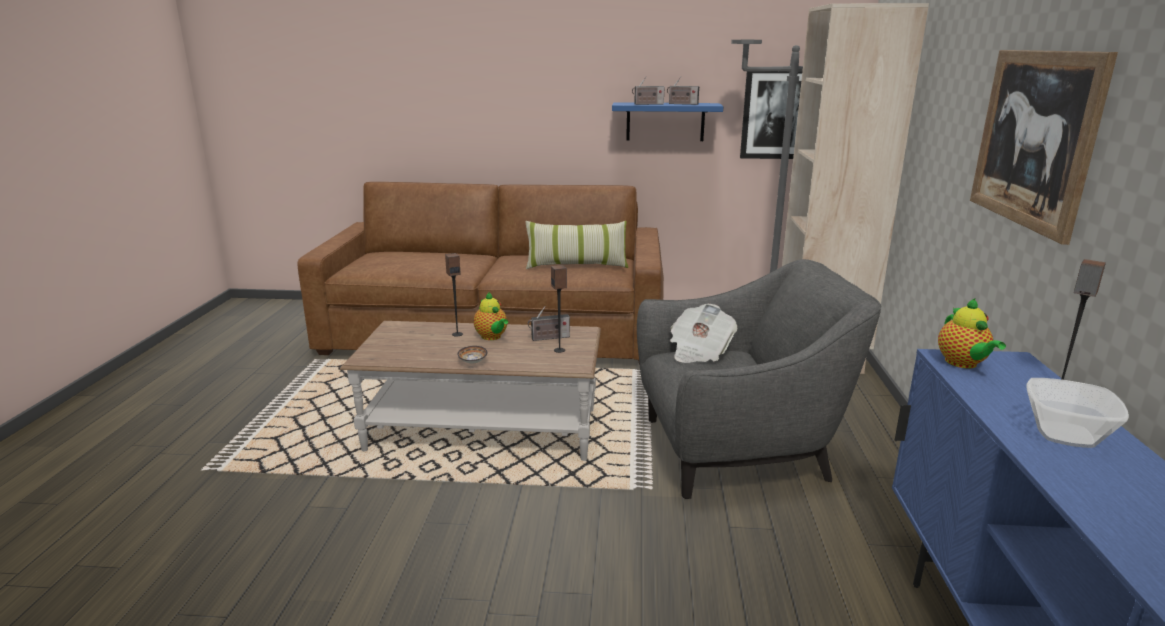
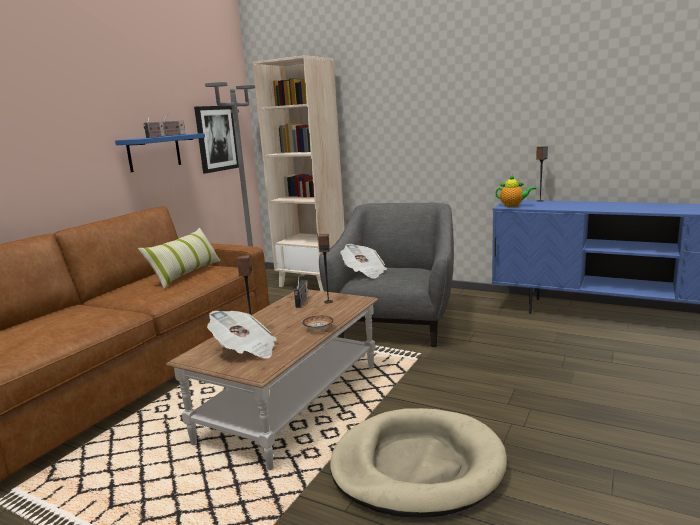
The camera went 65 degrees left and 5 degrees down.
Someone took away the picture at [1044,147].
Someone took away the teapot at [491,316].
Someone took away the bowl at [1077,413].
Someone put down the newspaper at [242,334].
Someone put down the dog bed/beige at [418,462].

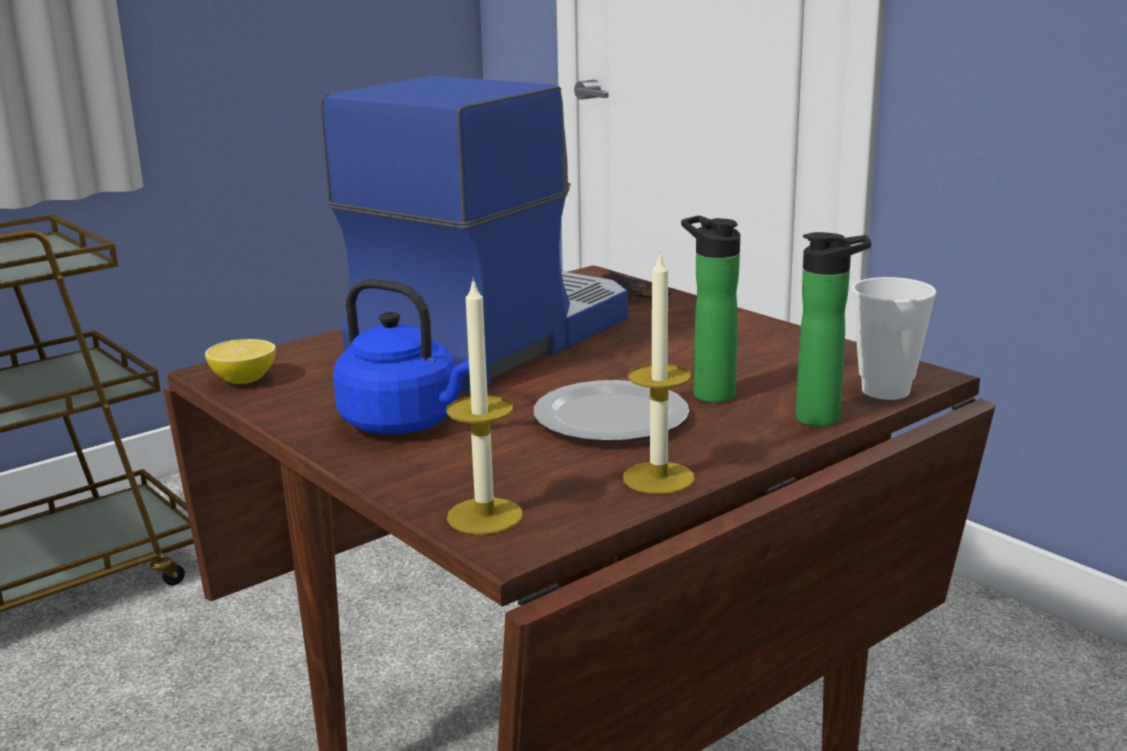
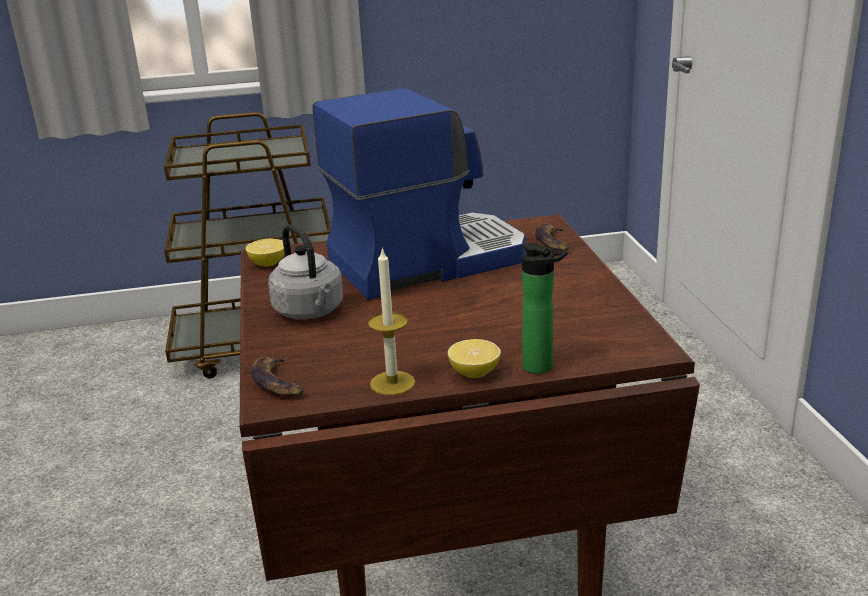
The camera went 30 degrees right and 5 degrees up.
Someone took away the bottle at [710,309].
Someone swapped the candle at [484,406] for the banana at [277,376].
Someone took away the cup at [894,338].
Someone repainted the kettle/blue at [401,356], which became the kettle/grey at [305,271].
Someone took away the plate at [611,411].
Someone put down the lemon at [474,358].

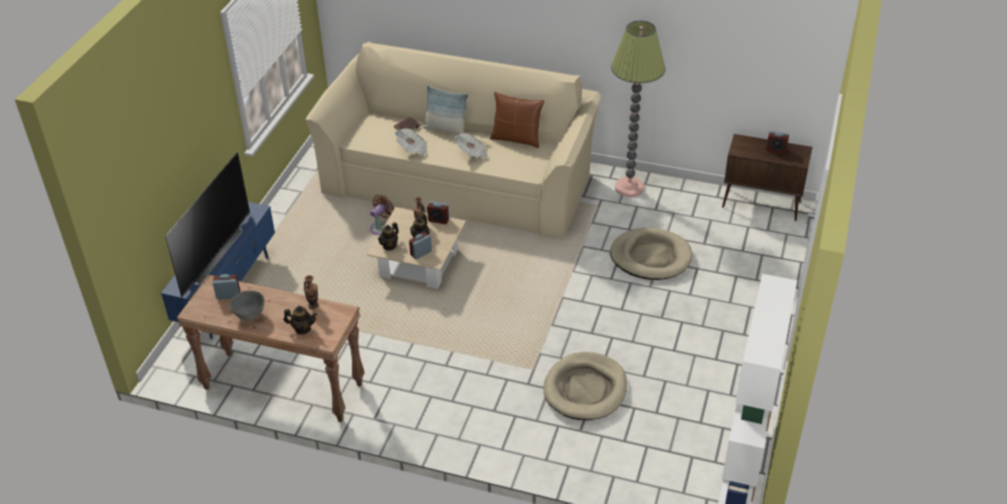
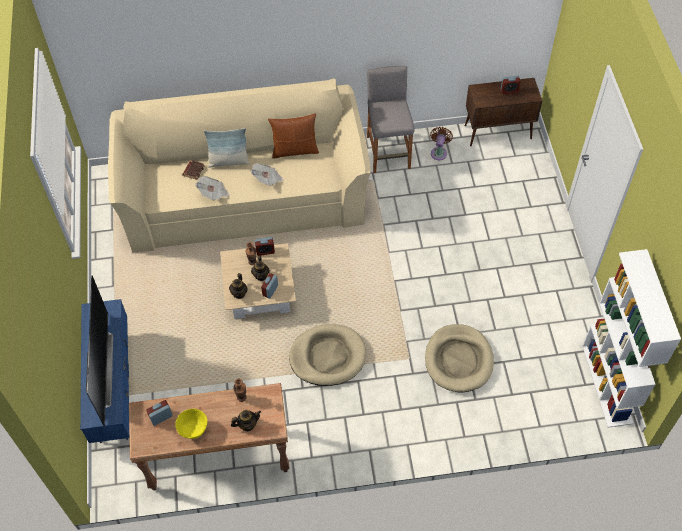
The camera went 25 degrees left and 15 degrees up.
Someone swapped the floor lamp at [638,109] for the stool/grey at [390,119].
Someone carried the fan/brown from [382,215] to [441,143].
Someone carried the dog bed/beige from [651,254] to [327,355].
Someone repainted the bowl/grey at [247,306], which became the bowl/yellow at [191,424].

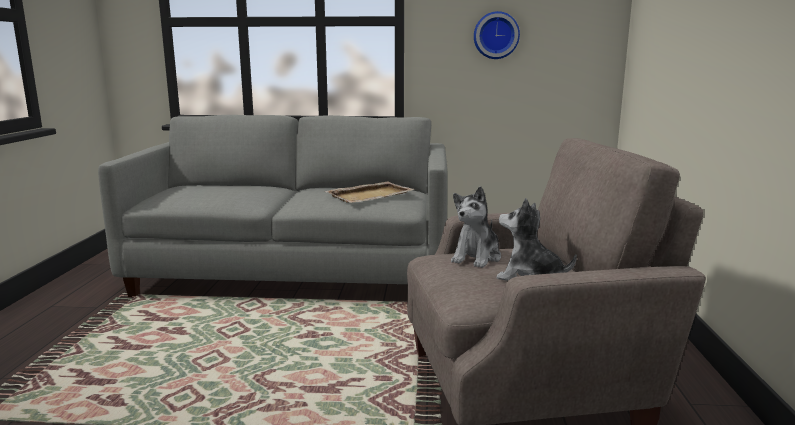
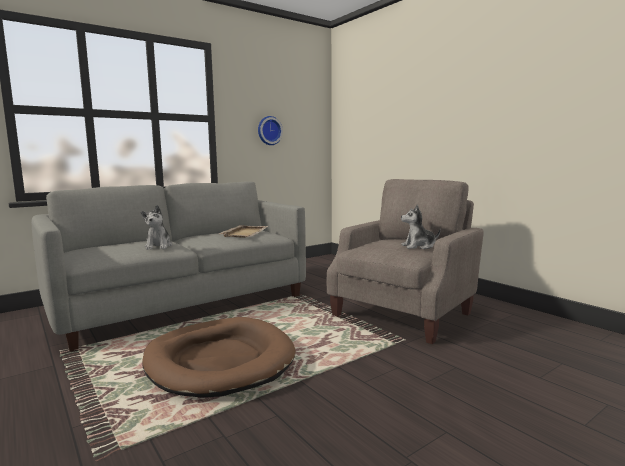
The camera went 40 degrees left and 5 degrees down.
Someone carried the plush toy from [476,227] to [157,227].
Someone put down the dog bed/brown at [219,357].

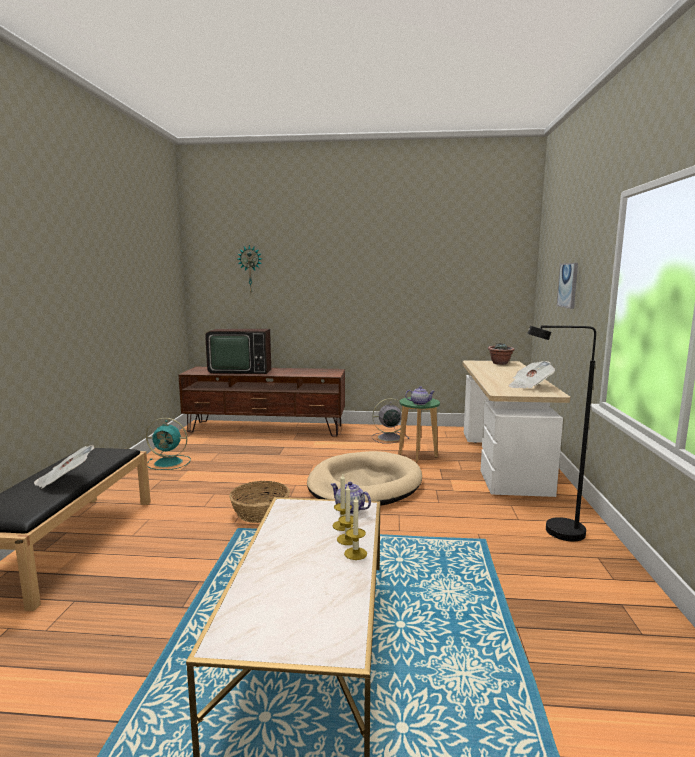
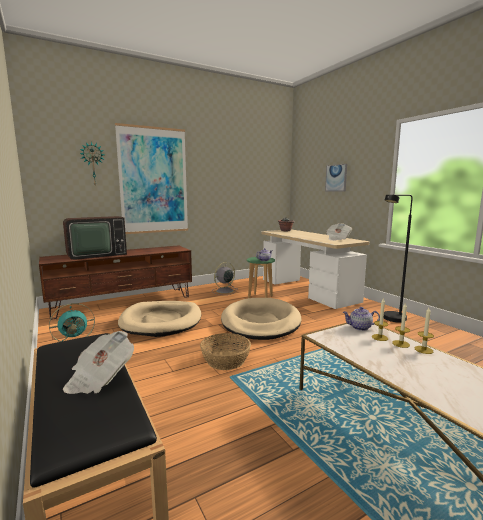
The camera went 35 degrees left and 0 degrees up.
Someone put up the picture at [151,178].
Someone put down the dog bed/beige at [159,319].

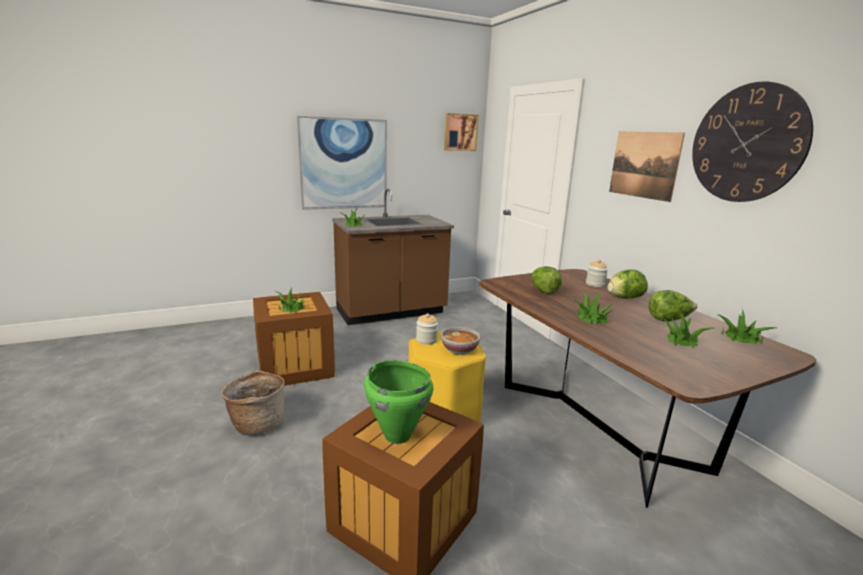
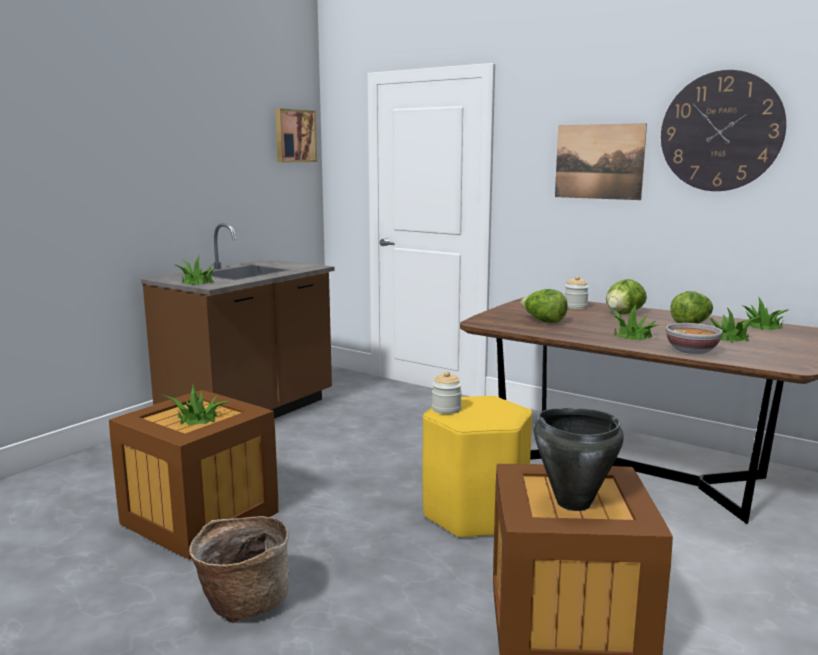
The camera went 30 degrees left and 5 degrees down.
Someone took away the picture at [342,163].
Someone carried the bowl from [460,341] to [694,338].
Someone repainted the cooking pot/green at [398,402], which became the cooking pot/black at [579,459].

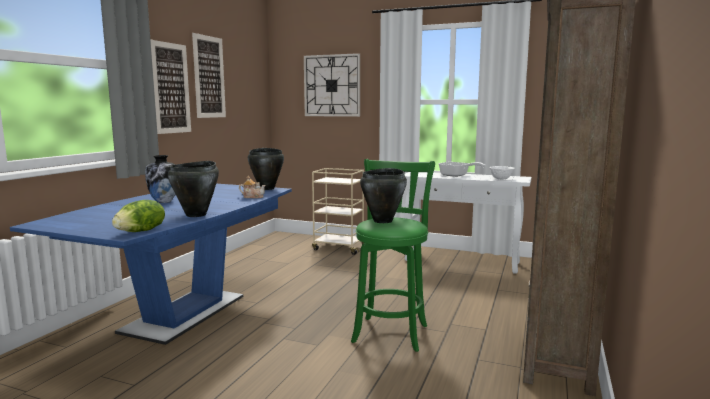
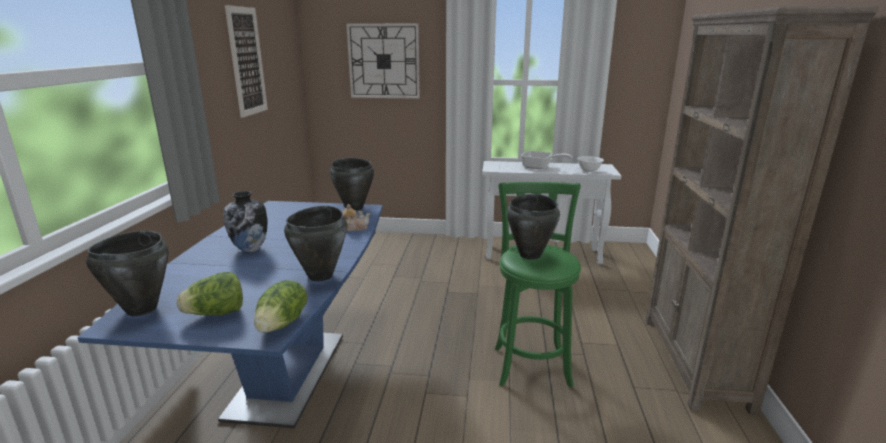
The camera went 15 degrees left and 10 degrees up.
Someone took away the picture at [171,87].
Someone took away the cart/beige at [338,211].
Someone put down the cooking pot/black at [127,273].
Someone put down the lettuce at [210,293].

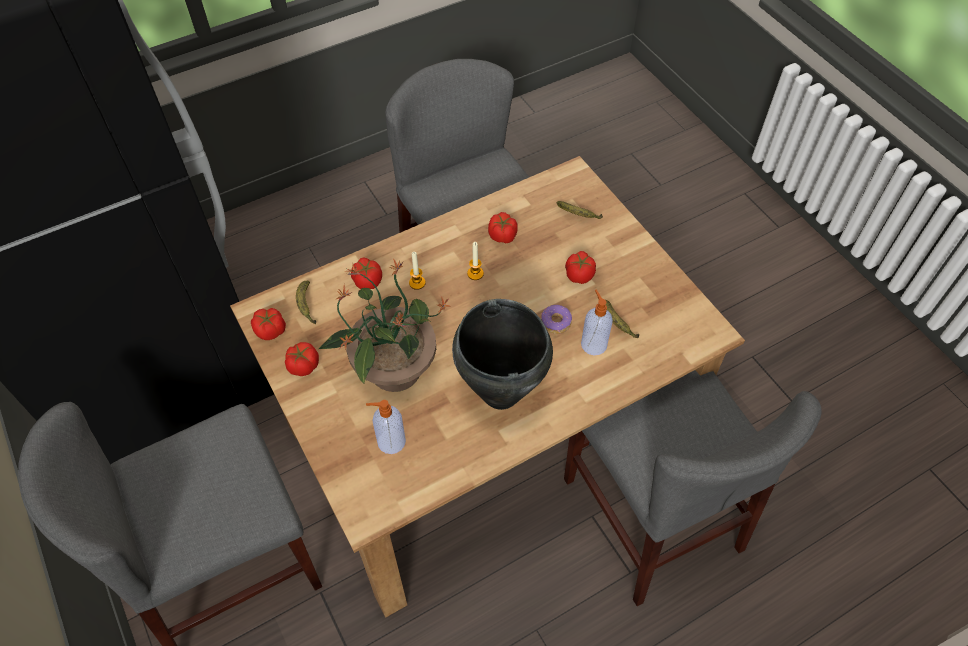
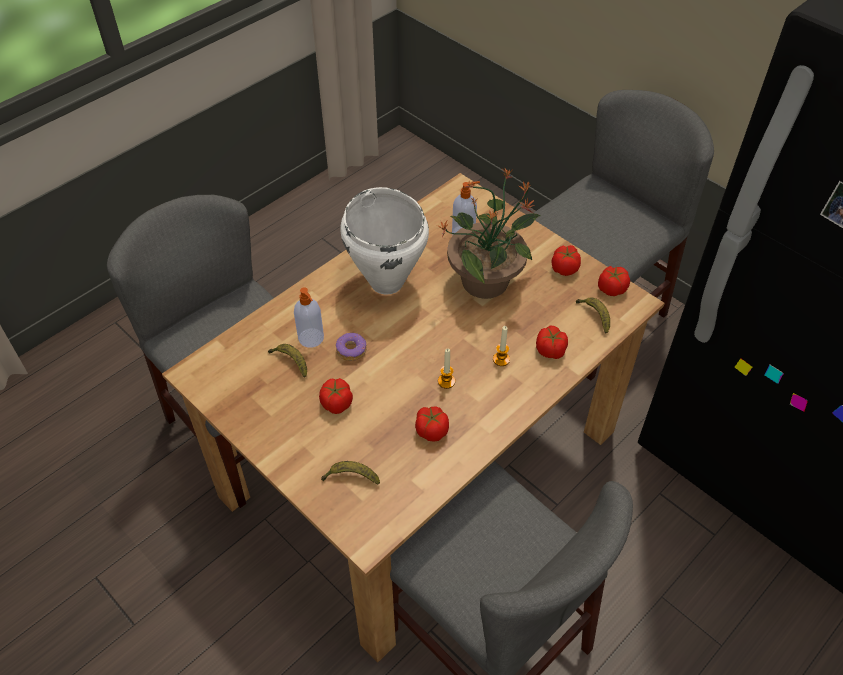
The camera went 165 degrees right and 5 degrees down.
Someone repainted the cooking pot/black at [502,354], which became the cooking pot/white at [384,240].

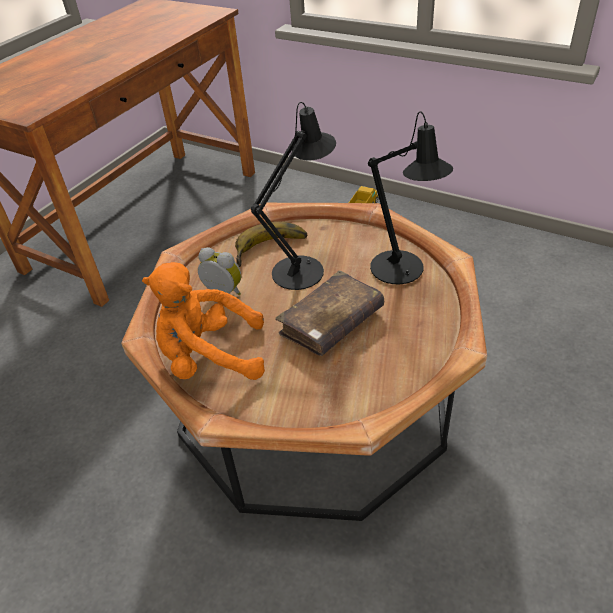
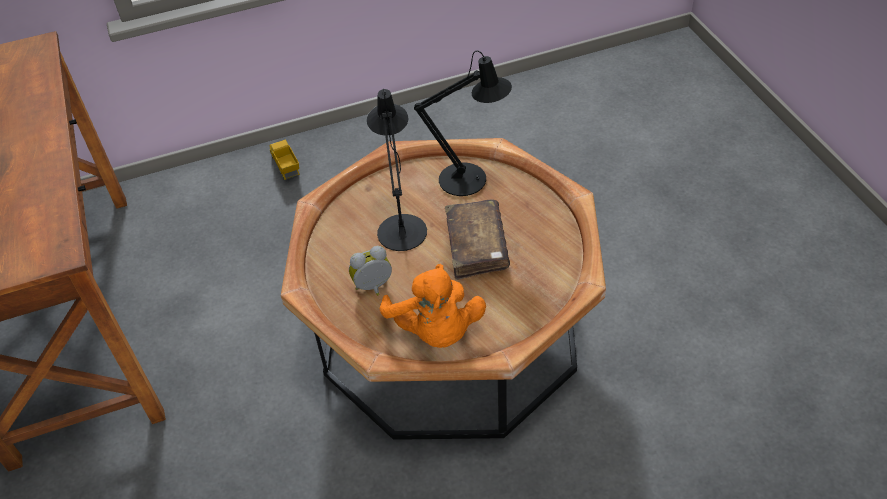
The camera went 50 degrees left and 5 degrees up.
Someone took away the banana at [271,244].
Someone rotated the plush toy/orange at [203,321] by 60 degrees counterclockwise.

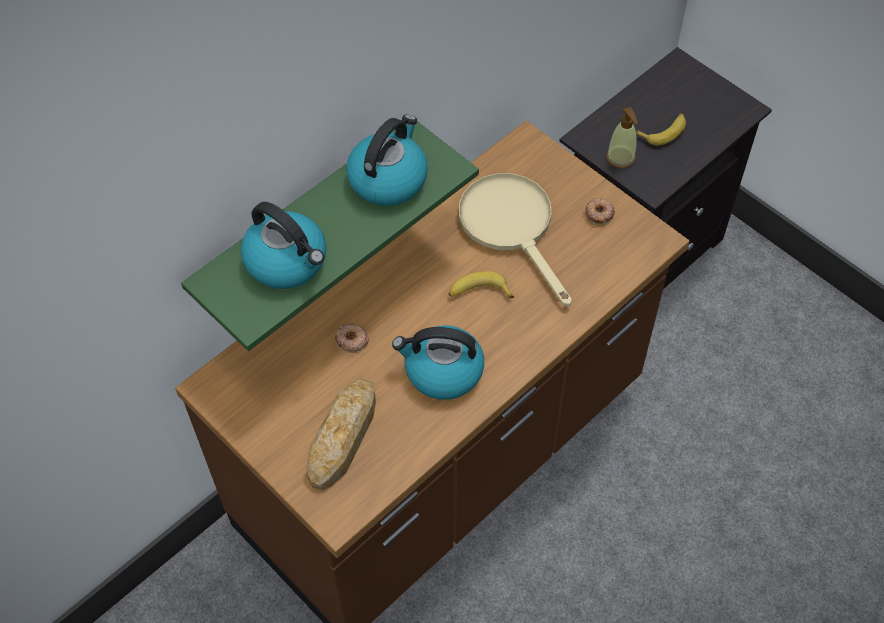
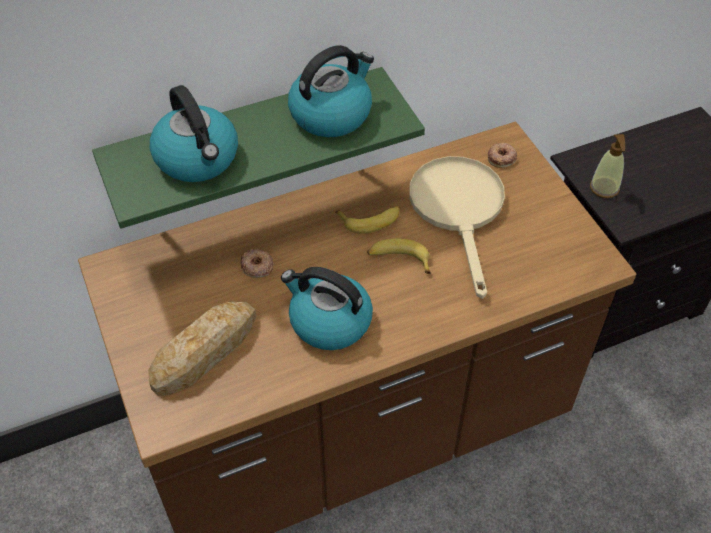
The camera went 20 degrees right and 5 degrees down.
Someone carried the banana from [661,129] to [367,220].
Someone carried the donut from [600,212] to [502,155].

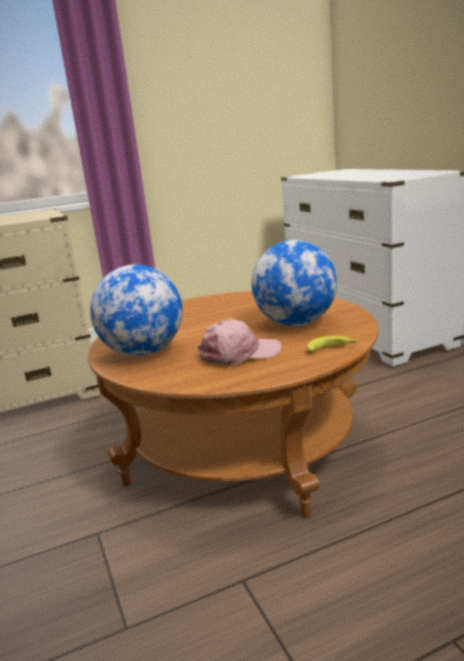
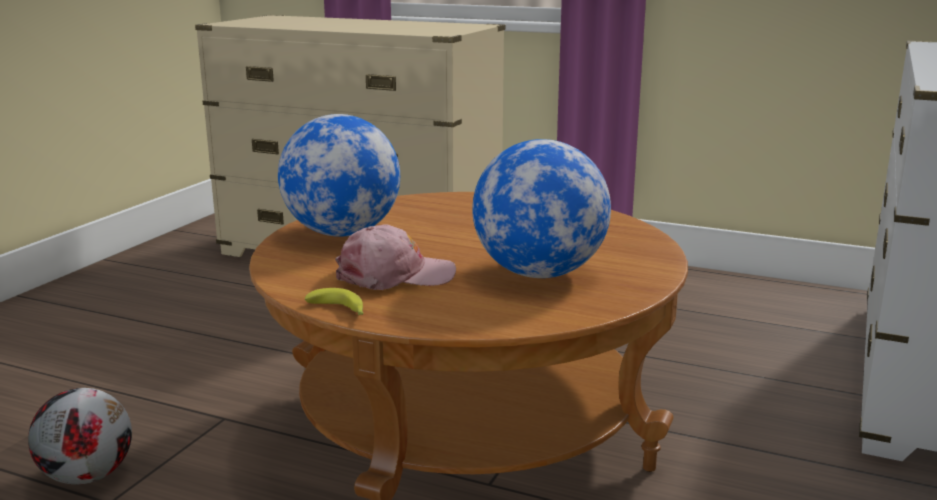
The camera went 45 degrees right and 0 degrees up.
Someone rotated the cap/pink at [239,342] by 45 degrees counterclockwise.
Someone carried the banana from [332,344] to [334,301].
Someone put down the football at [80,436].

